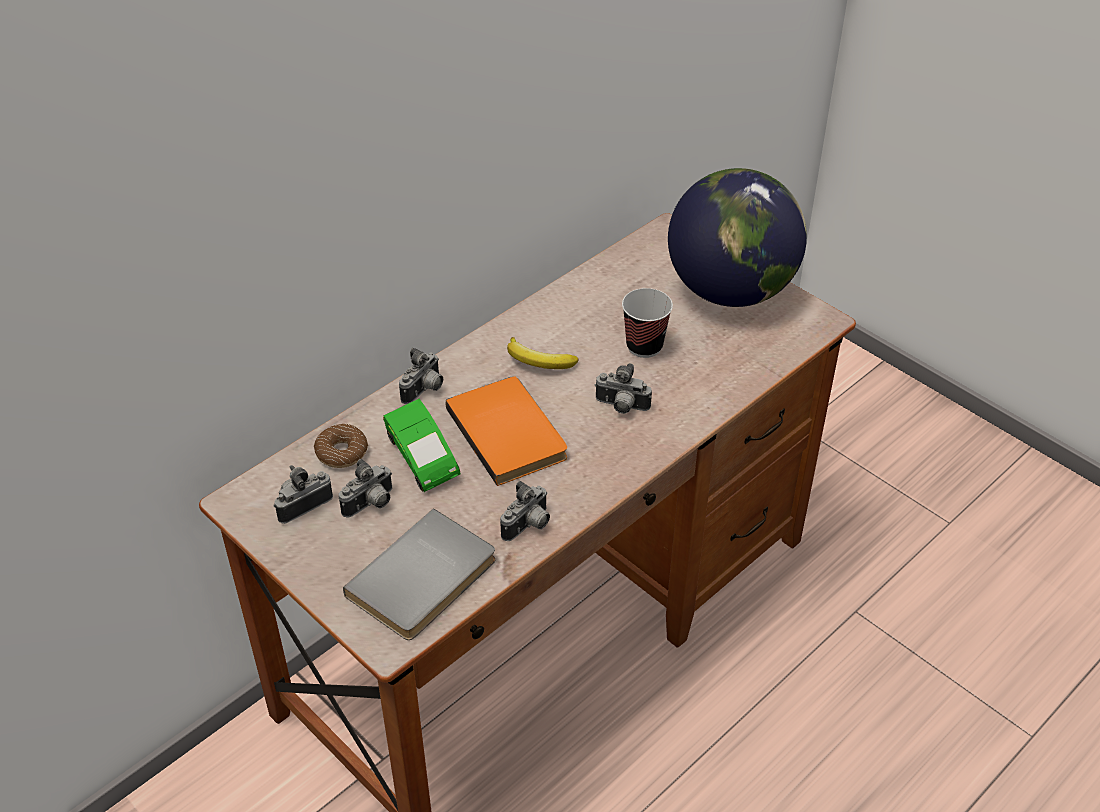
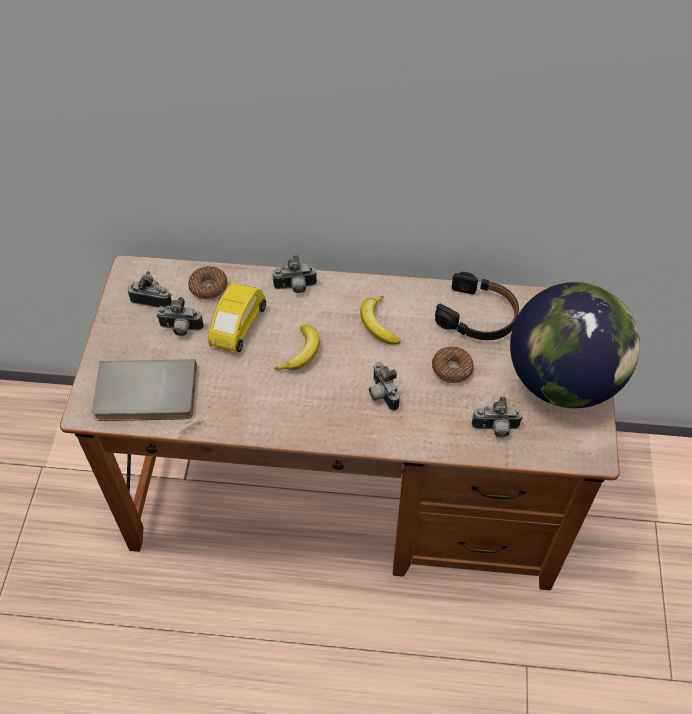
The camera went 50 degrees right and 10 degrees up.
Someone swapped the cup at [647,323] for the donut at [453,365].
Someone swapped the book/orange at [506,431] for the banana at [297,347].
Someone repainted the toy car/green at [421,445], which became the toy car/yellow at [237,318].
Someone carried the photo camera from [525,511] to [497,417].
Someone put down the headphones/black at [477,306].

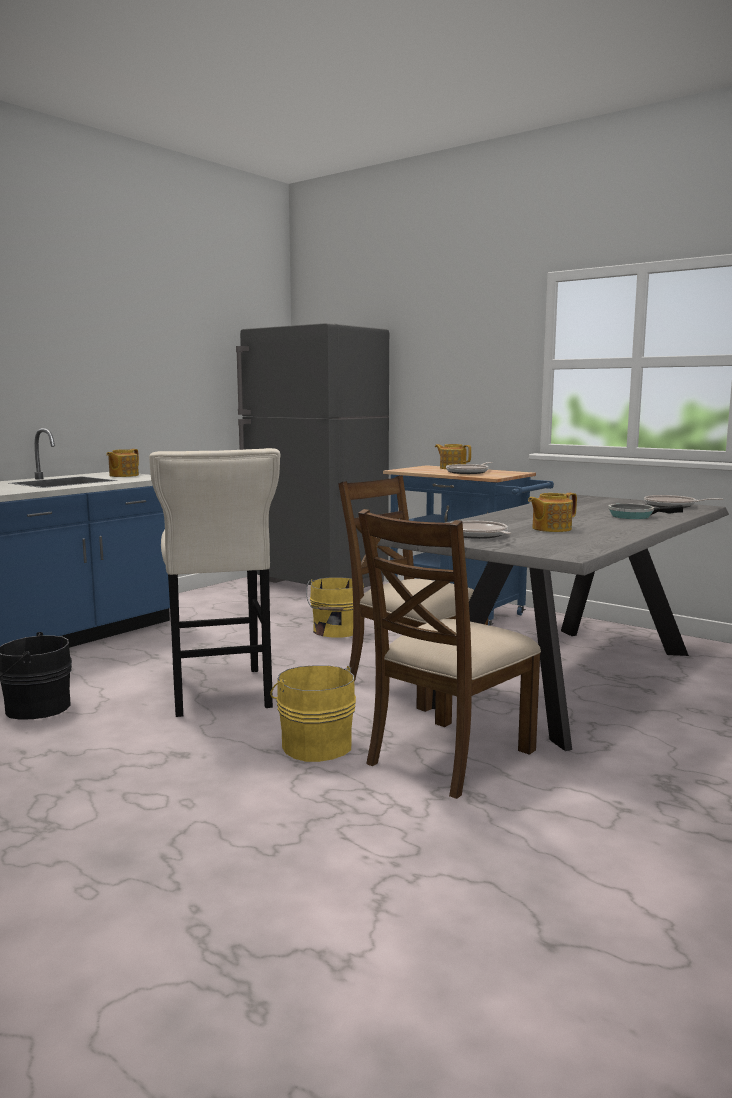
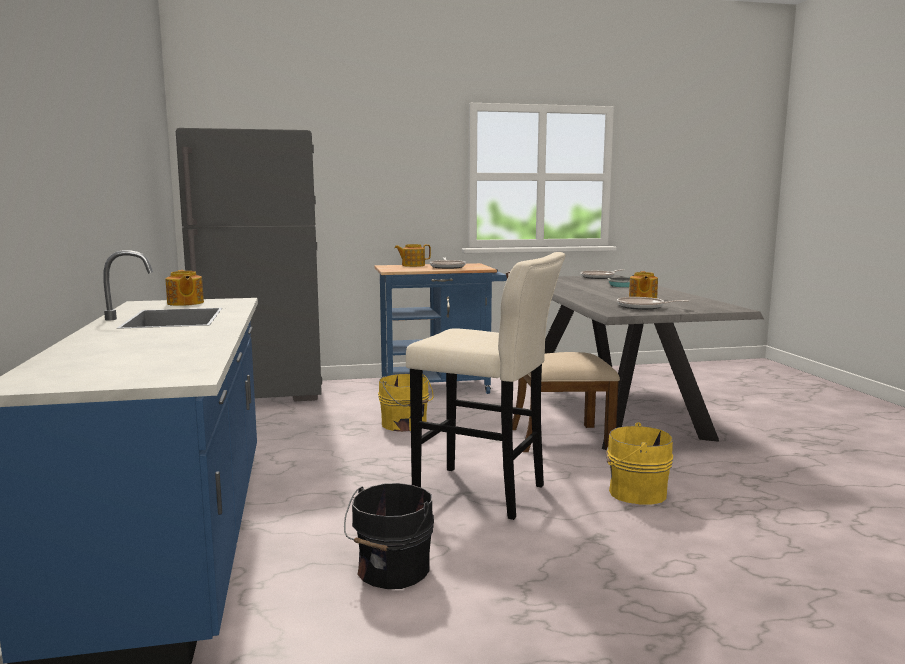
The camera went 50 degrees left and 0 degrees up.
Someone took away the chair/brown at [449,654].

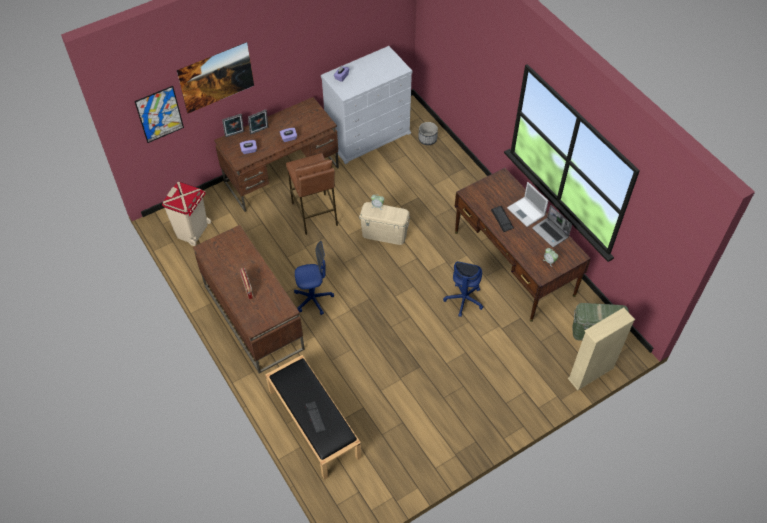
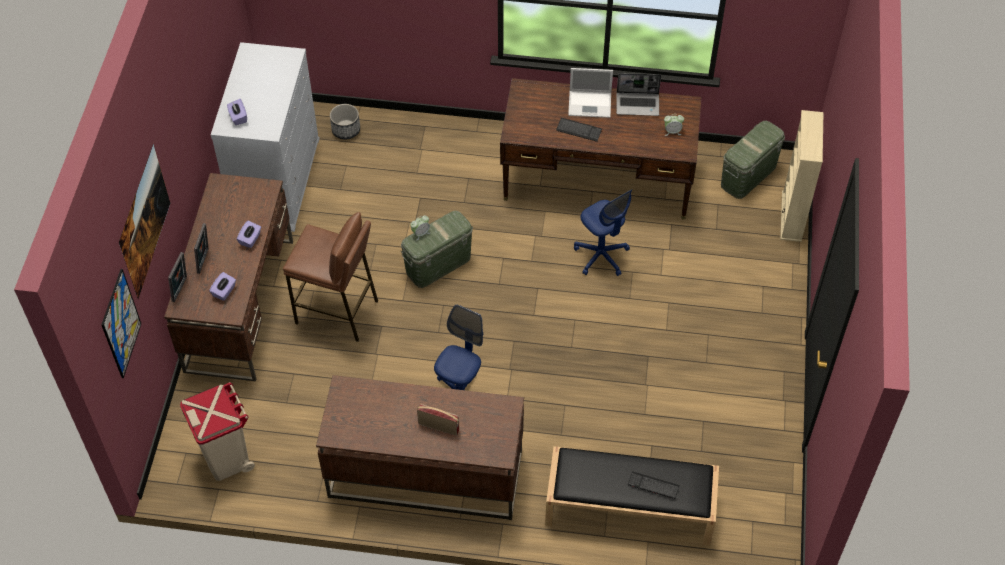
The camera went 50 degrees left and 0 degrees up.
Someone repainted the storage box/beige at [385,223], which became the storage box/green at [437,249].

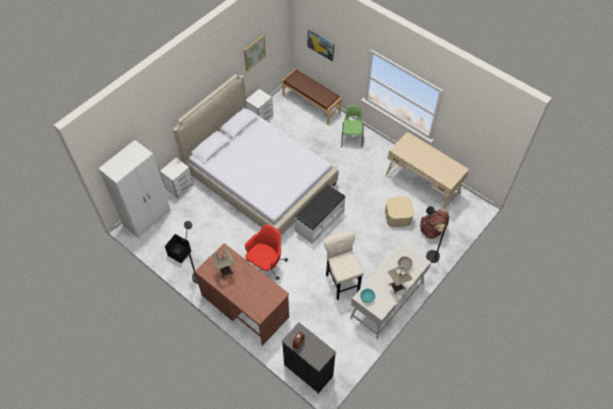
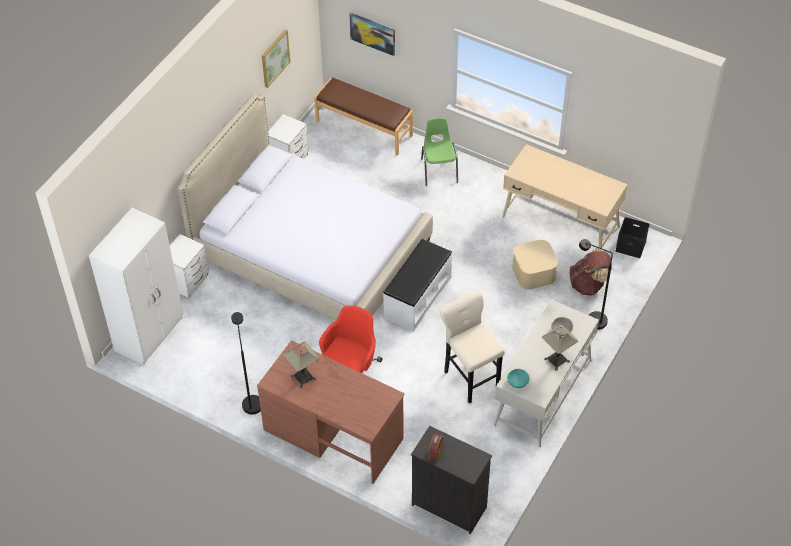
The camera went 10 degrees left and 5 degrees down.
Someone carried the storage box/black from [178,248] to [632,237].

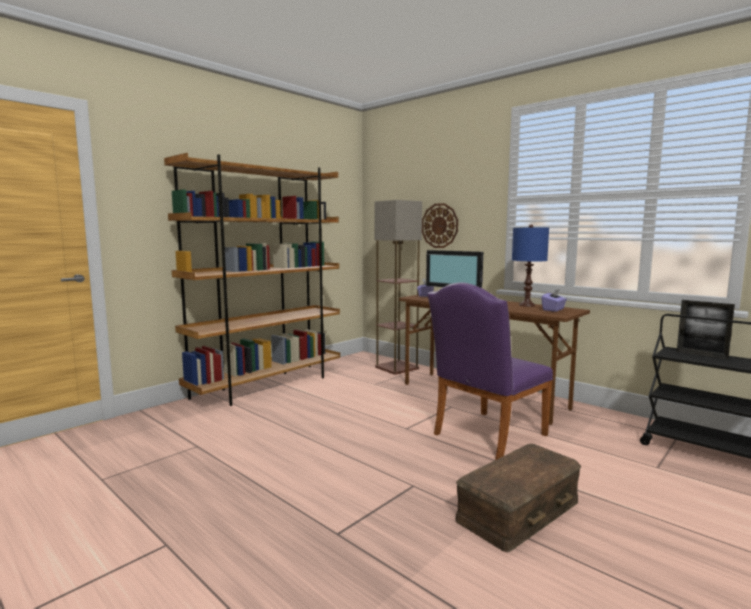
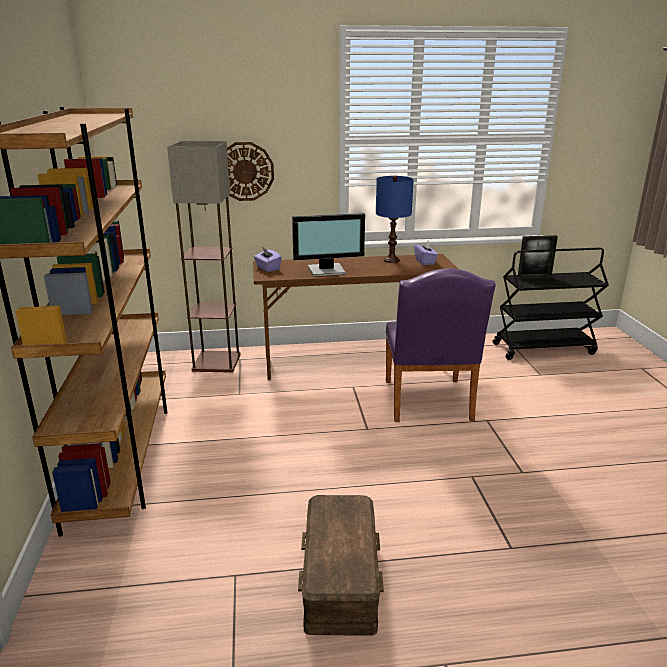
The camera went 50 degrees left and 15 degrees up.
Someone carried the storage box/brown from [518,498] to [341,565].

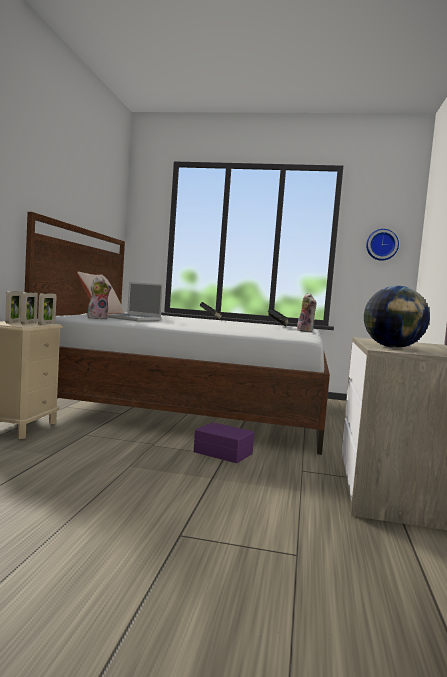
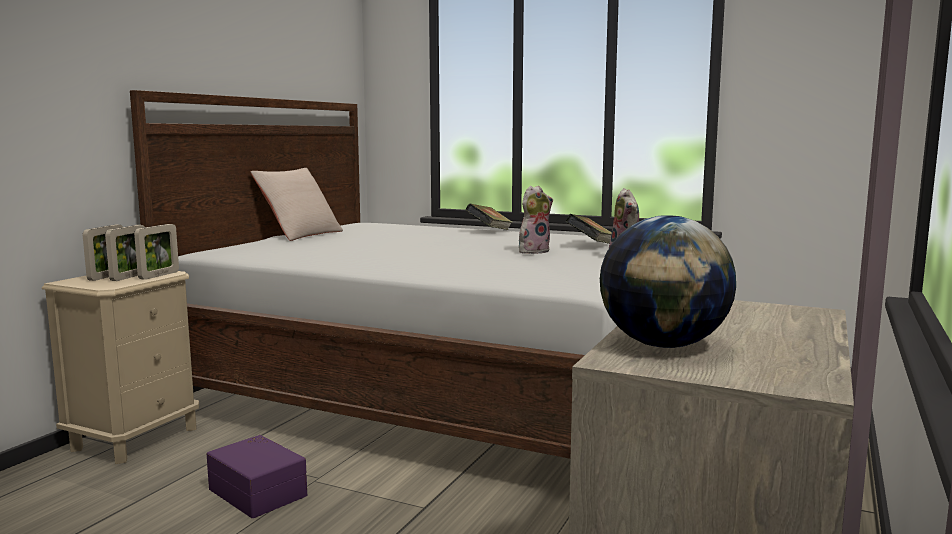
The camera went 15 degrees right and 5 degrees up.
Someone took away the wall clock at [382,245].
Someone carried the plush toy from [99,298] to [536,220].
Someone took away the laptop at [135,301].
Someone carried the storage box/purple from [224,442] to [257,476].

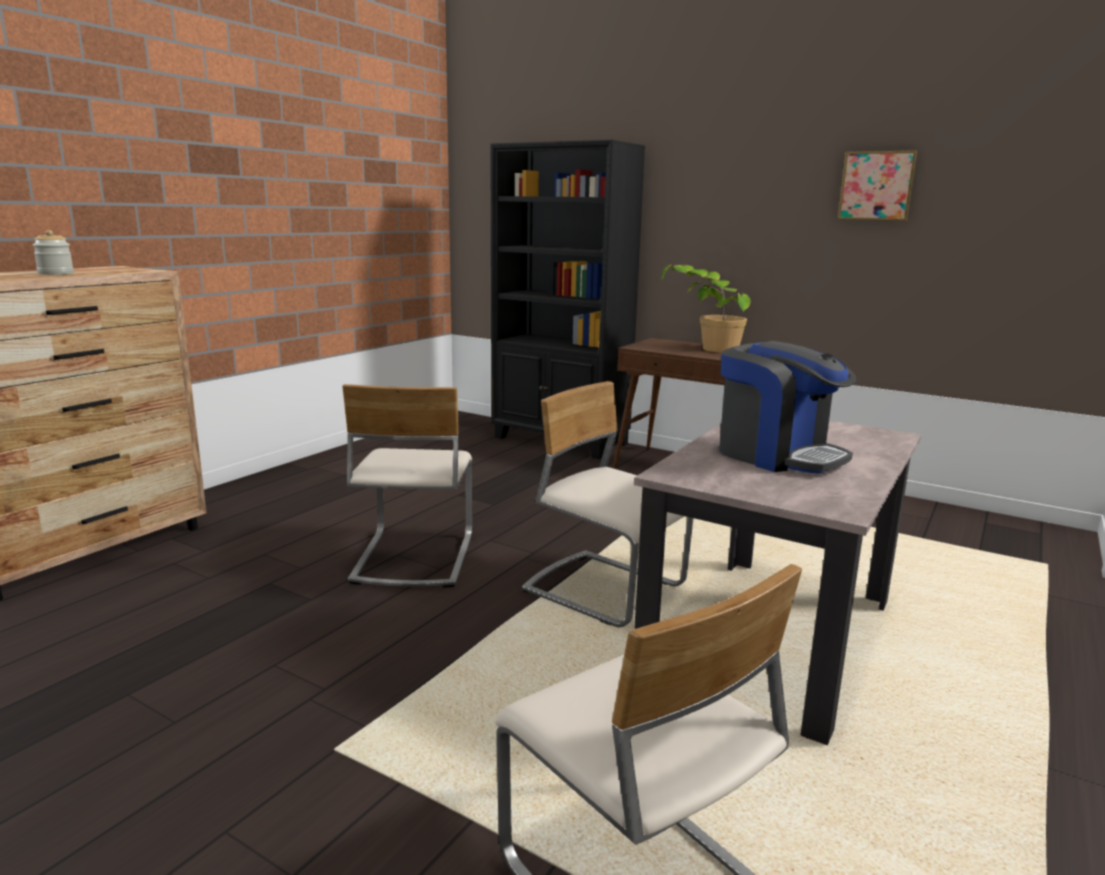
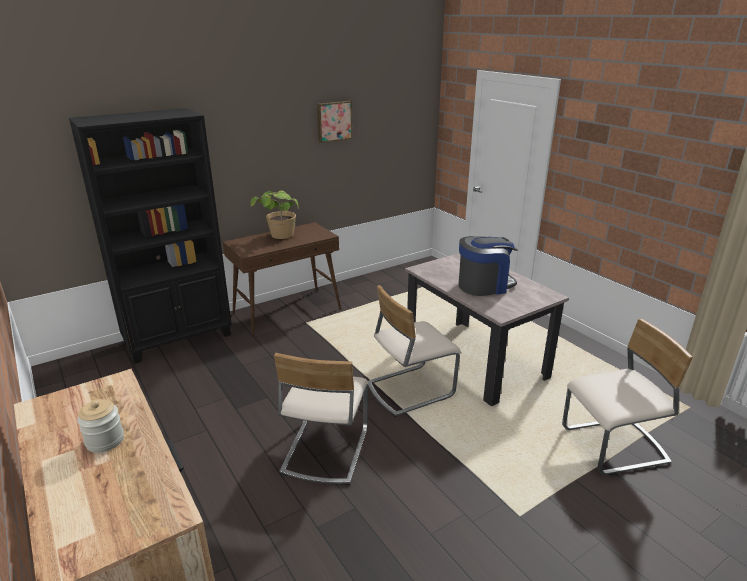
The camera went 65 degrees left and 10 degrees up.
Someone rotated the chair/beige at [407,486] by 75 degrees clockwise.

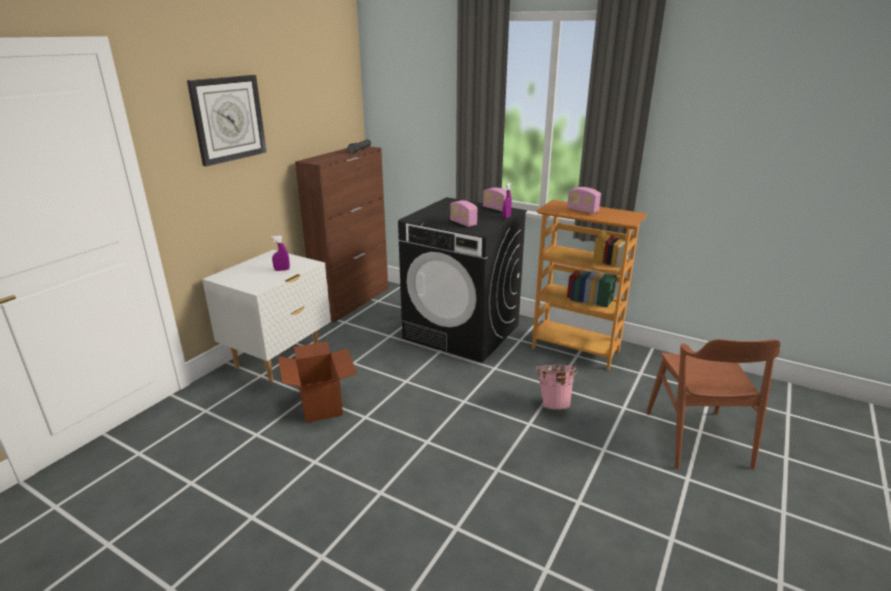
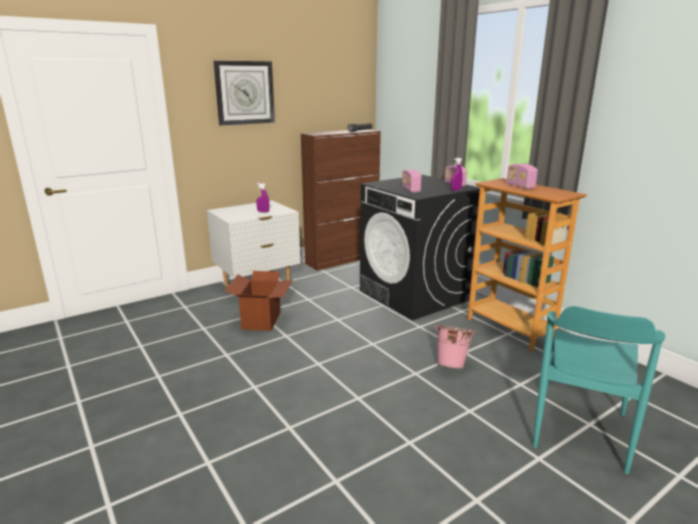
The camera went 25 degrees right and 5 degrees down.
Someone repainted the chair/brown at [713,404], which became the chair/turquoise at [599,390].

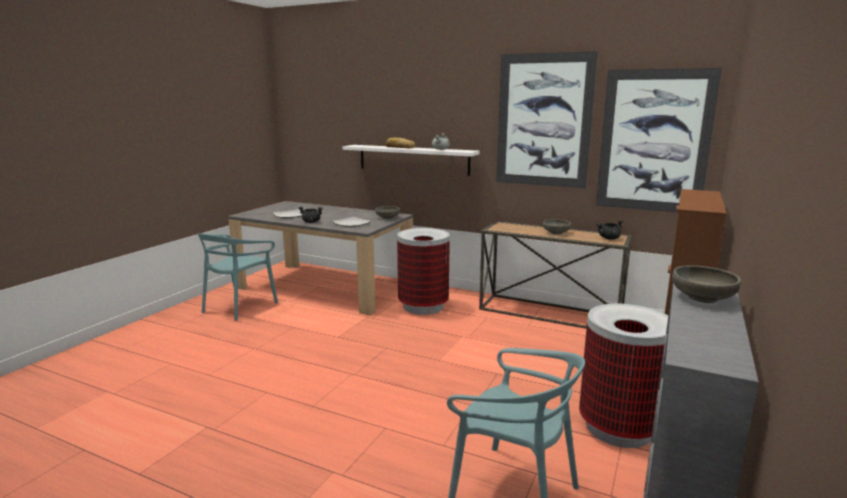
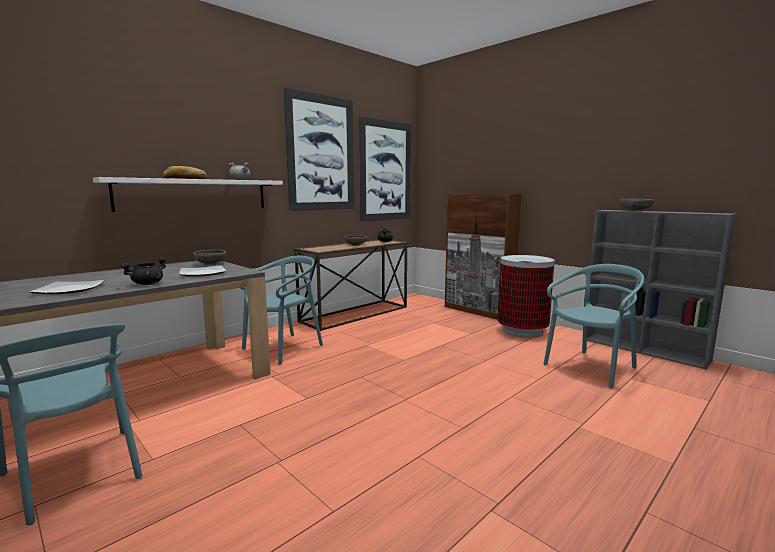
The camera went 70 degrees left and 5 degrees down.
Someone swapped the trash can at [423,271] for the chair/turquoise at [281,310].

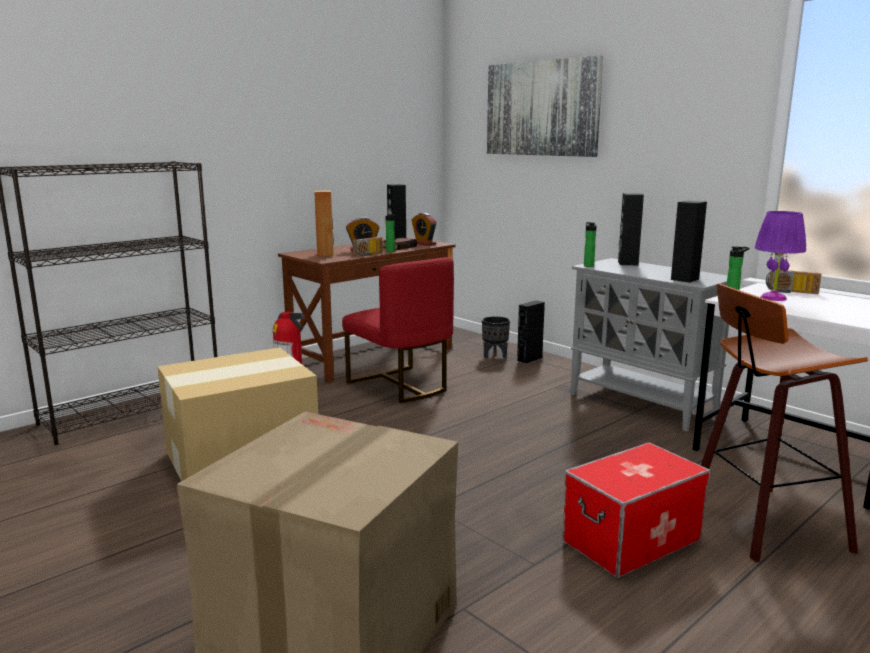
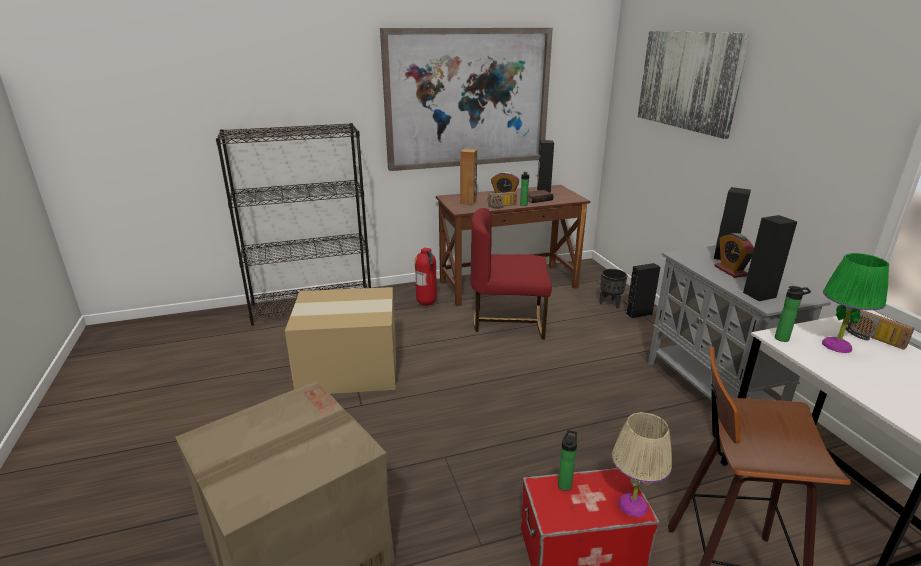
The camera went 25 degrees right and 10 degrees up.
Someone repainted the table lamp/purple at [780,256], which became the table lamp/green at [855,303].
Someone carried the alarm clock from [424,229] to [734,255].
Someone carried the bottle from [590,244] to [567,460].
Someone rotated the chair/red at [398,330] by 105 degrees clockwise.
Someone put up the picture at [466,99].
Someone put down the table lamp/beige at [642,464].

